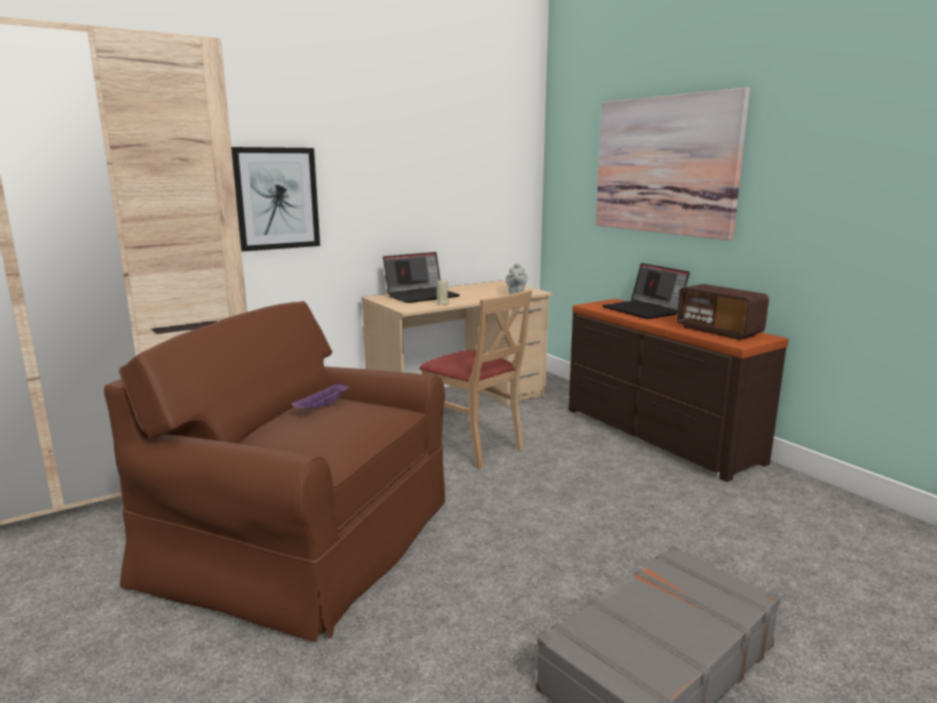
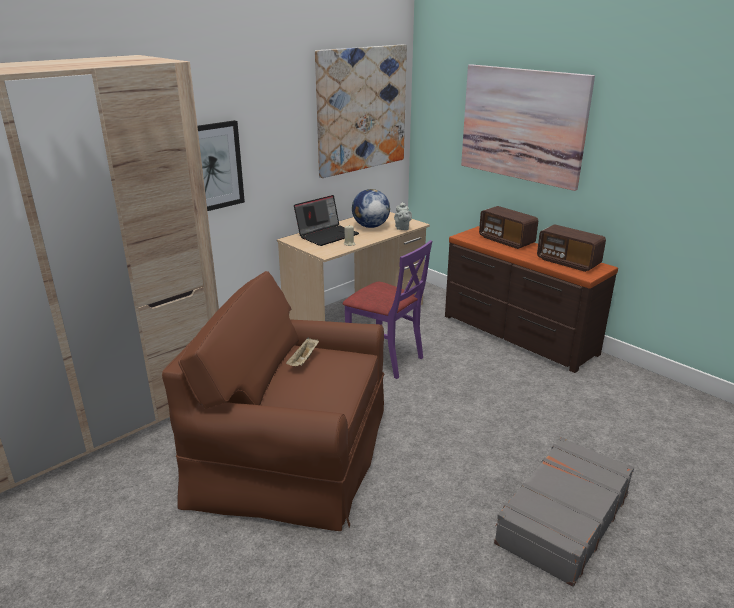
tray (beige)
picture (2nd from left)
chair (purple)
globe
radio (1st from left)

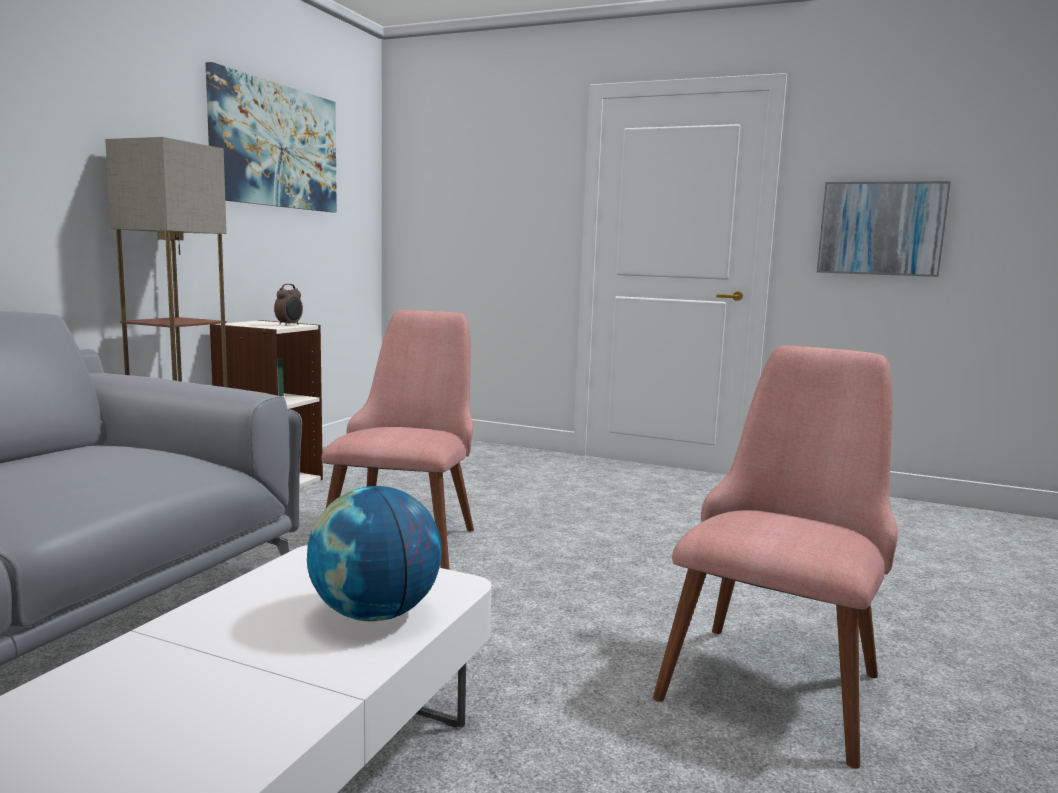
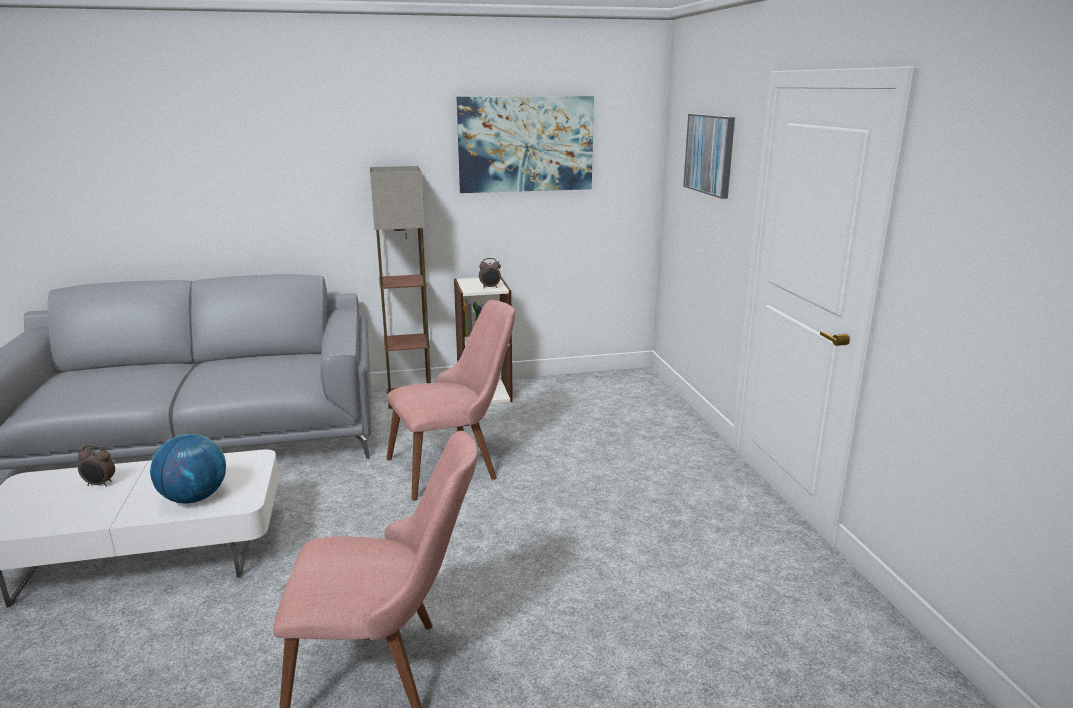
alarm clock (1st from left)
picture (2nd from left)

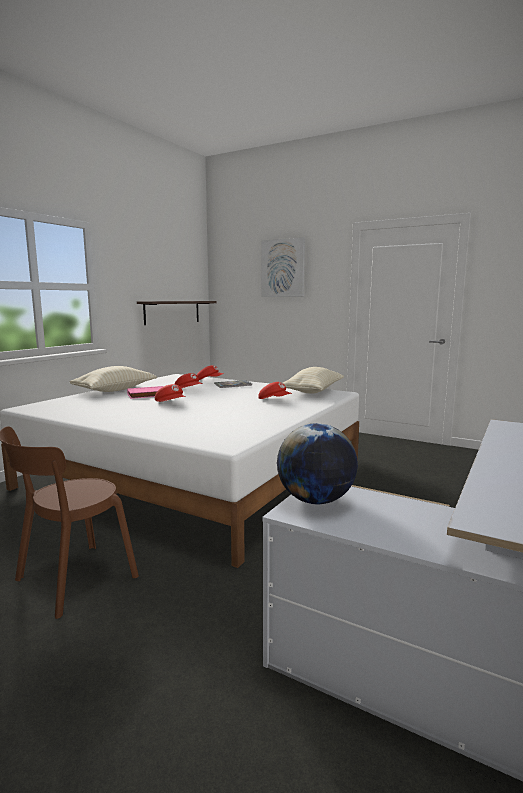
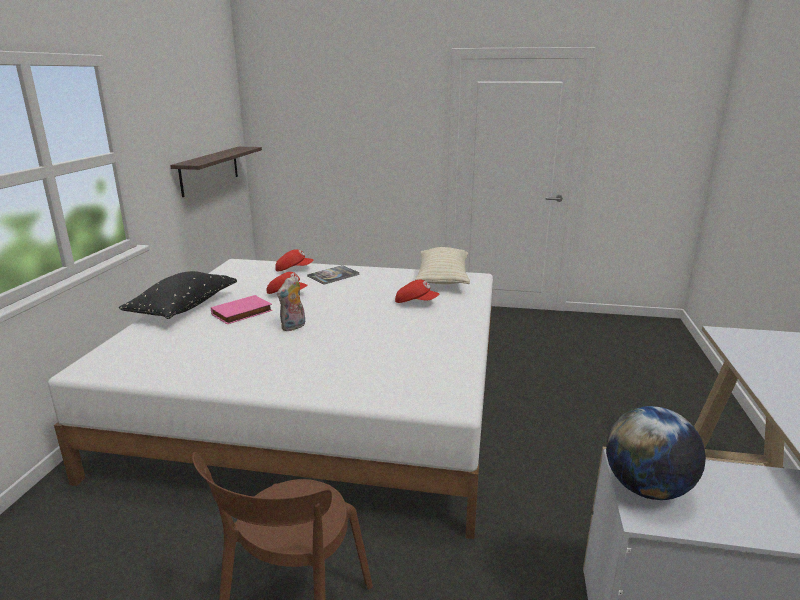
pillow (black)
plush toy
picture

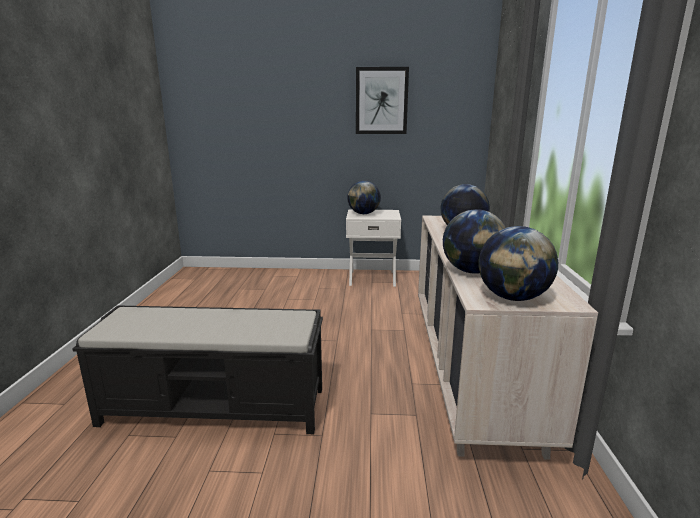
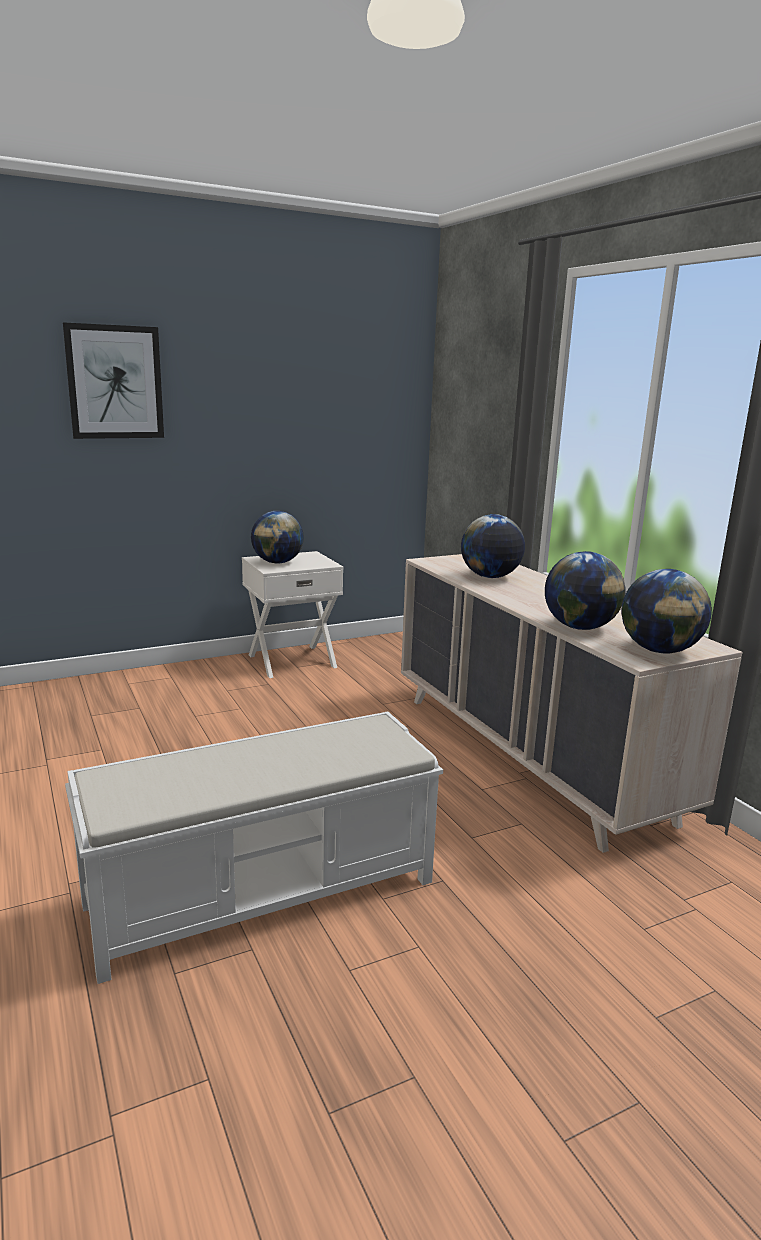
picture
bench (white)

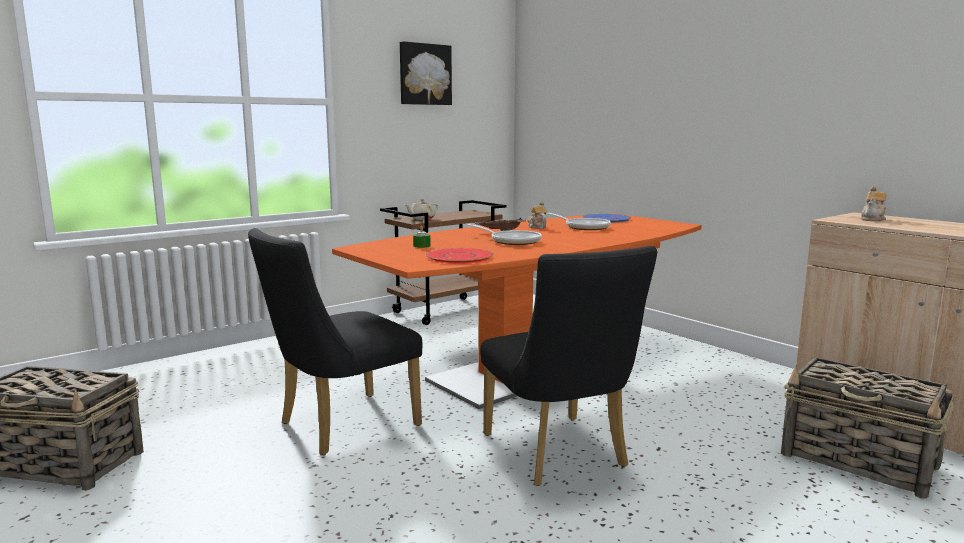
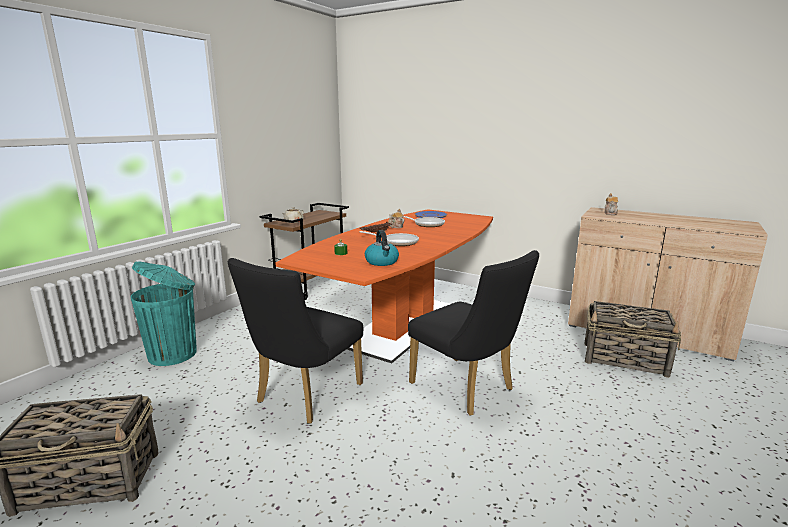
trash can (turquoise)
kettle
picture

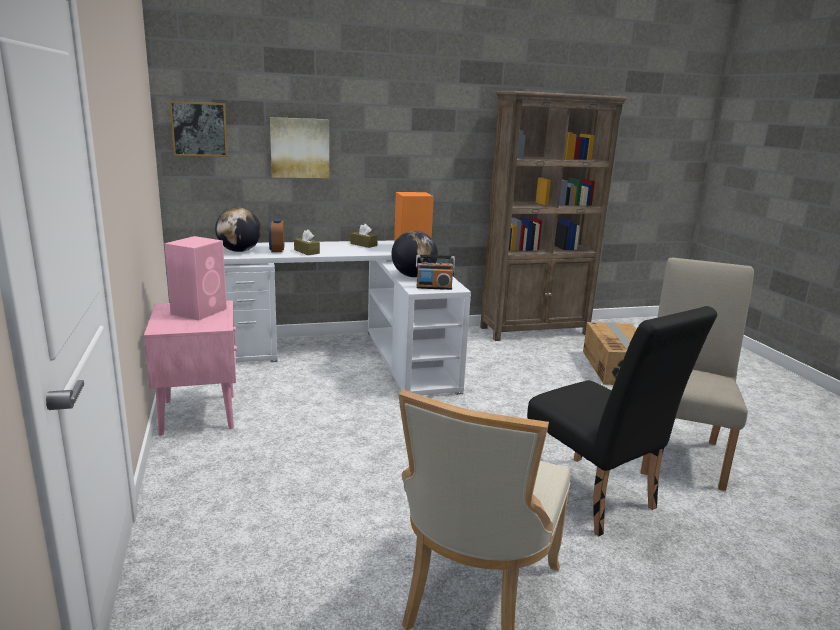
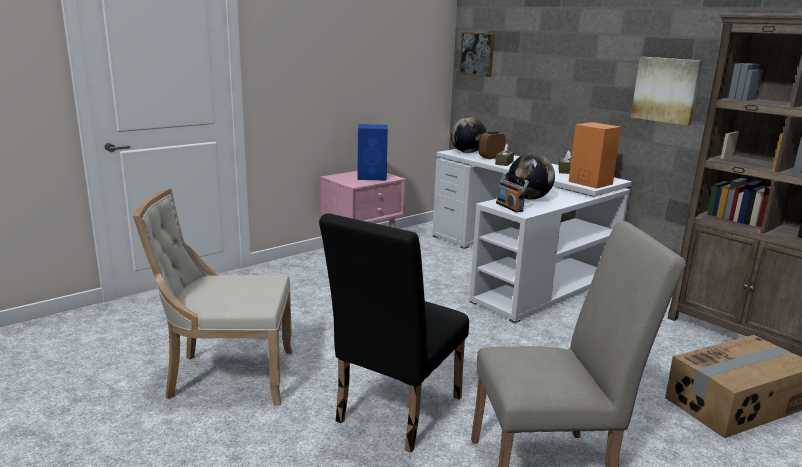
speaker (blue)
picture (2nd from left)

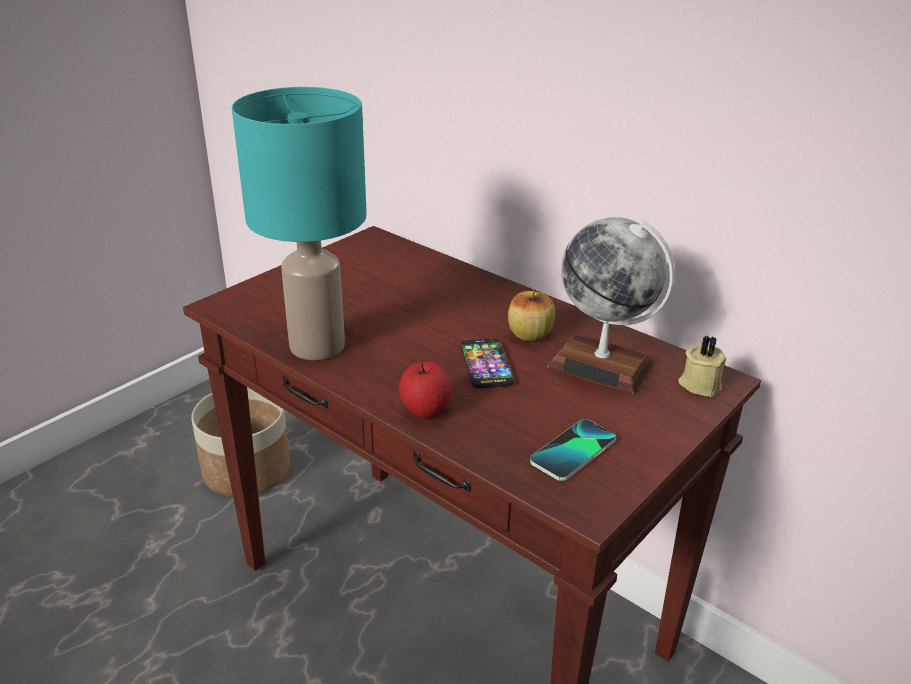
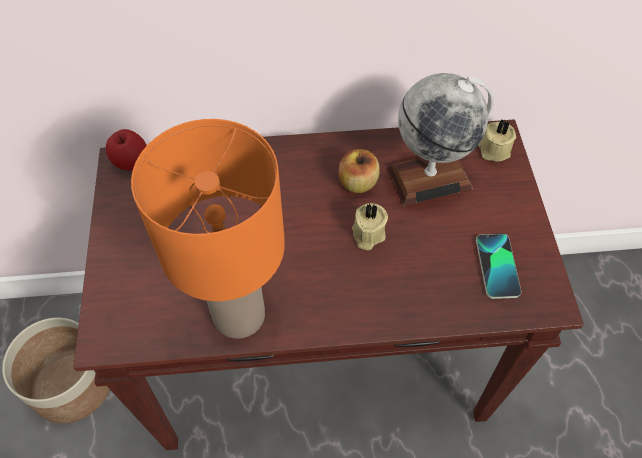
apple (1st from left)
table lamp (orange)
candle (beige) (1st from left)

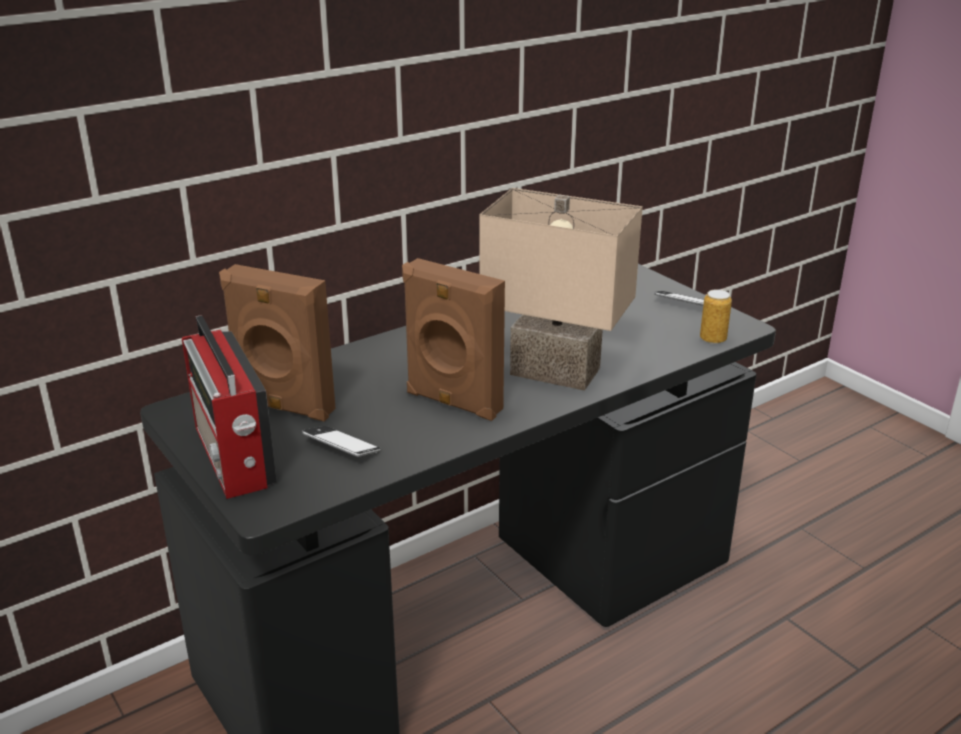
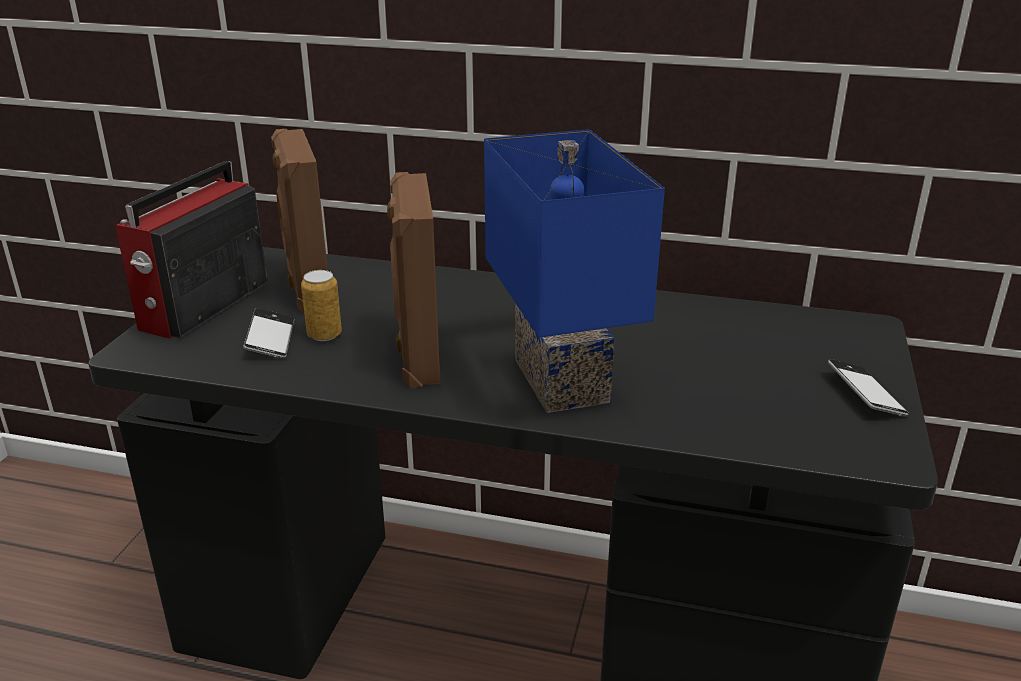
can
table lamp (blue)

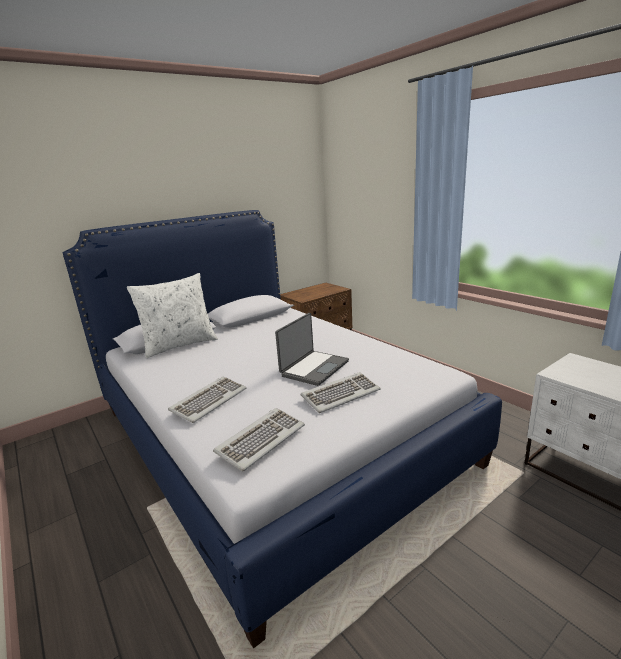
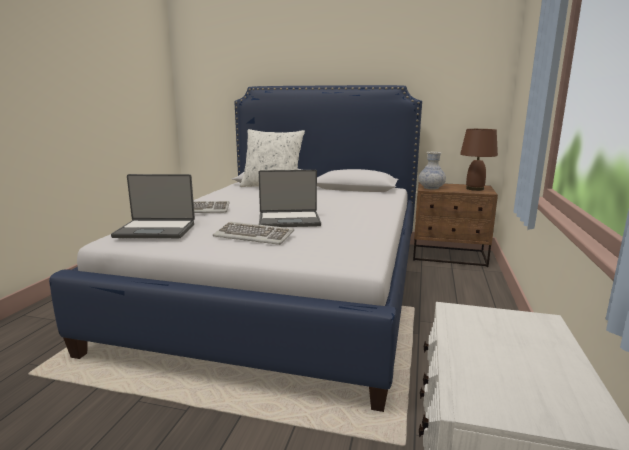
laptop (1st from left)
vase
table lamp (brown)

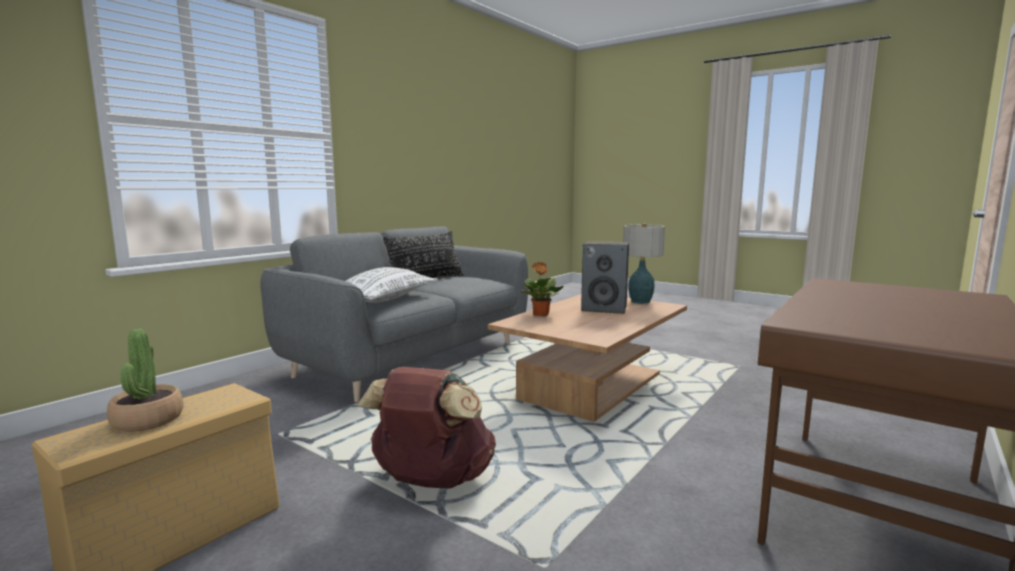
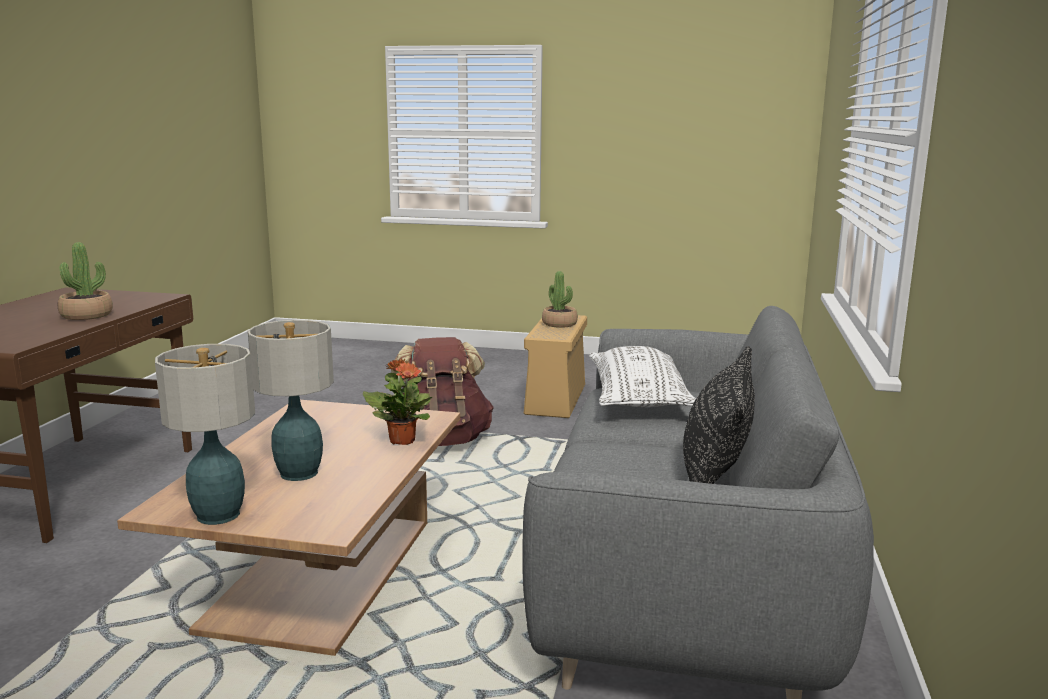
potted plant (1st from left)
table lamp (2nd from left)

